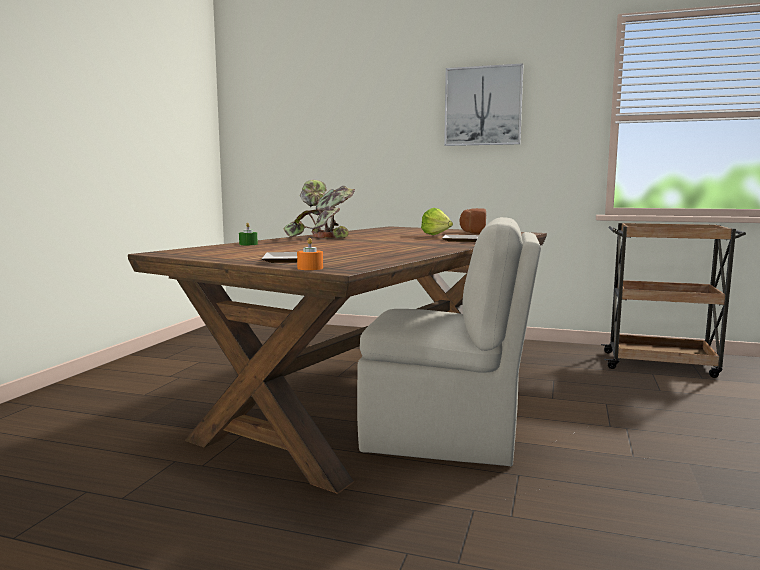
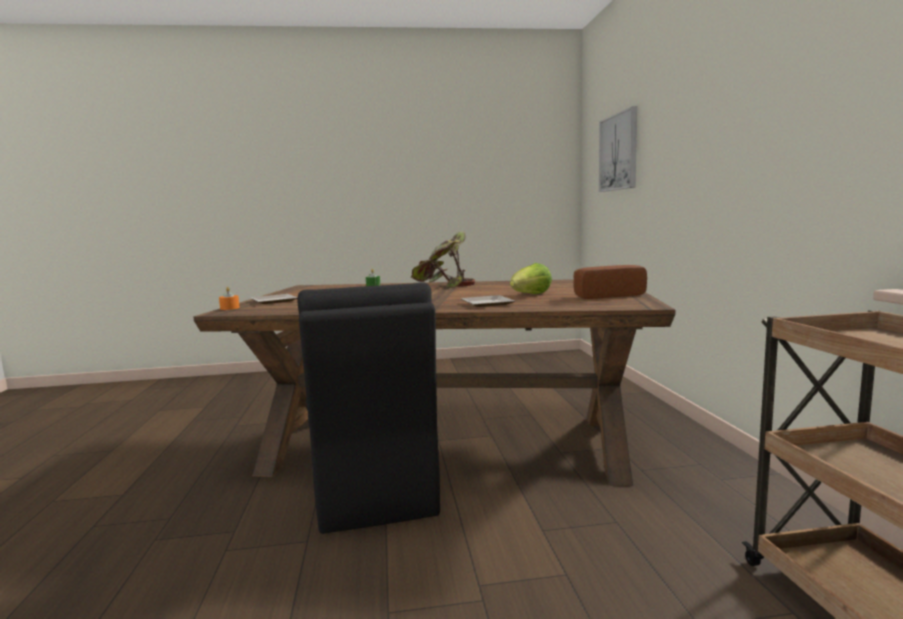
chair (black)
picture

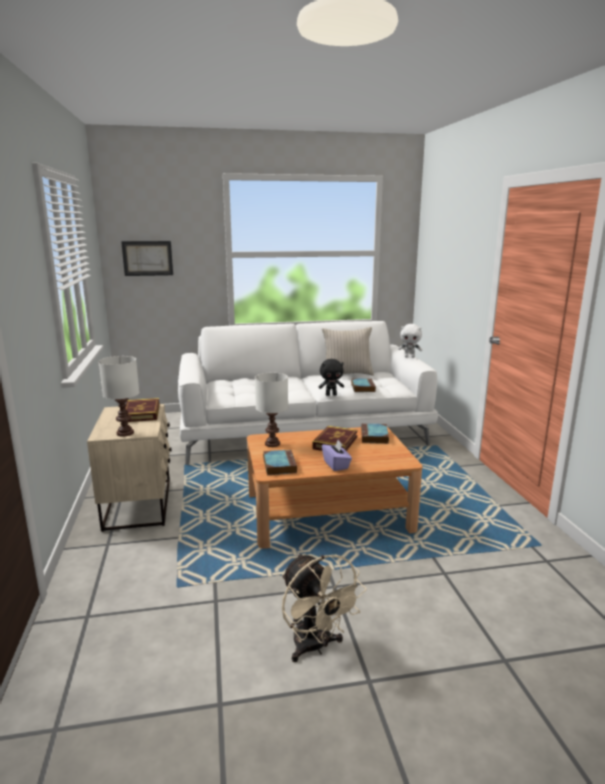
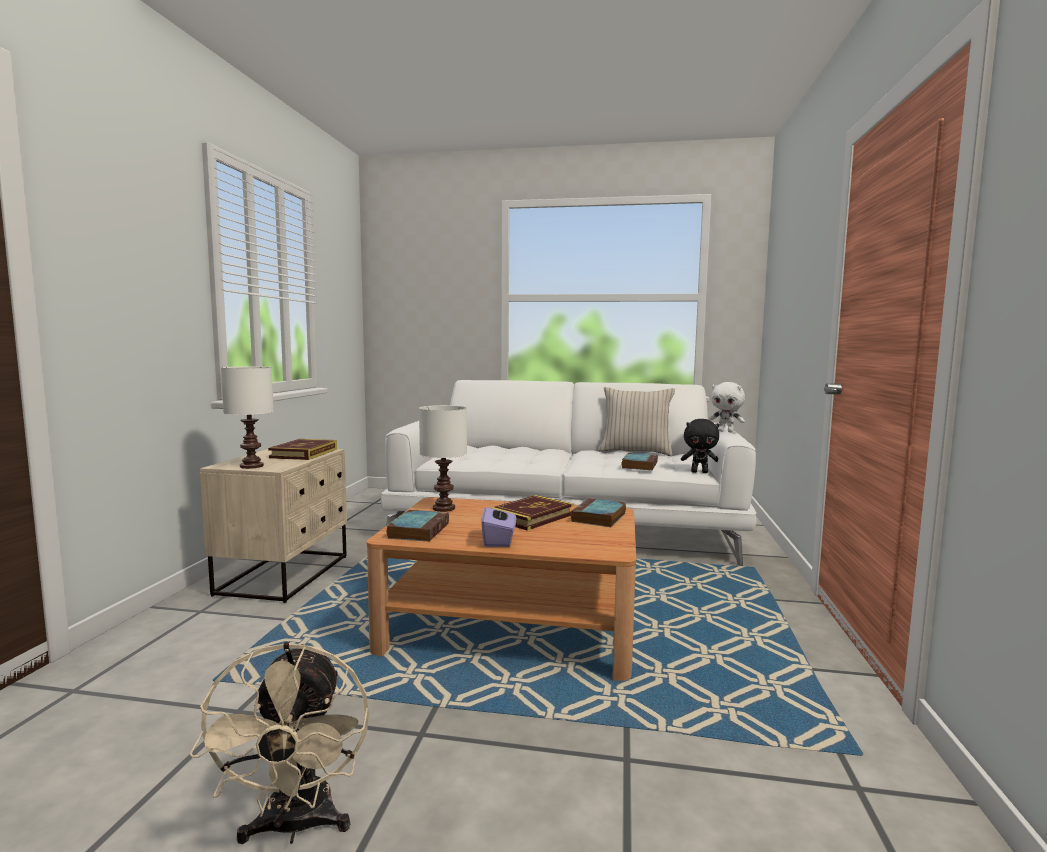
plush toy (black)
picture

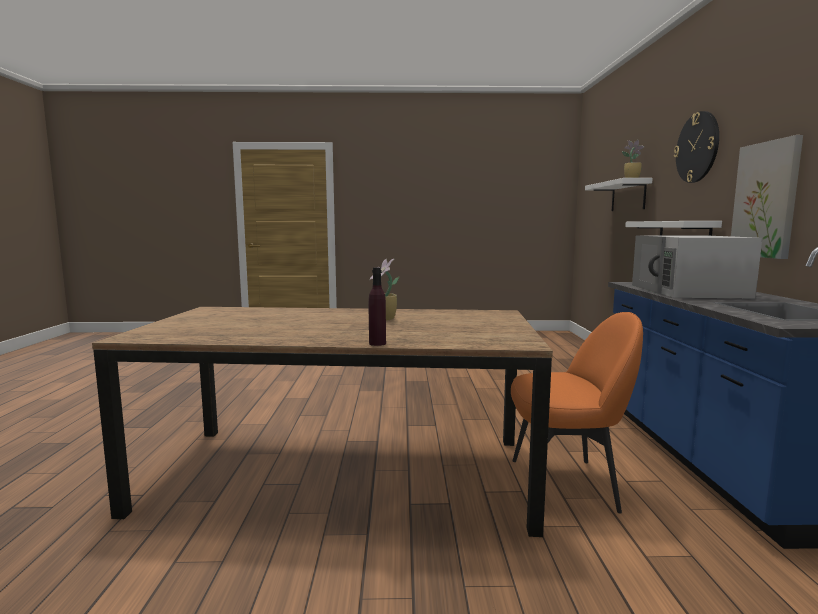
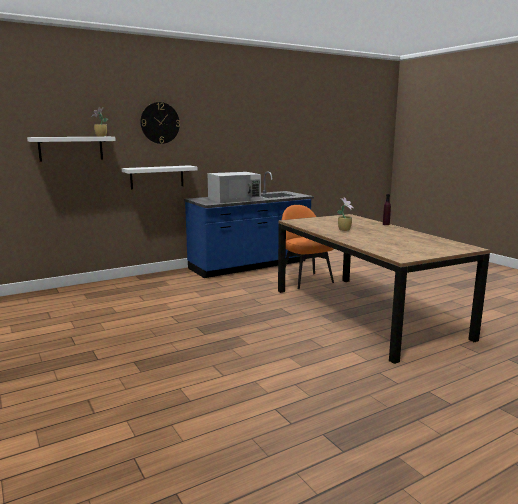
picture

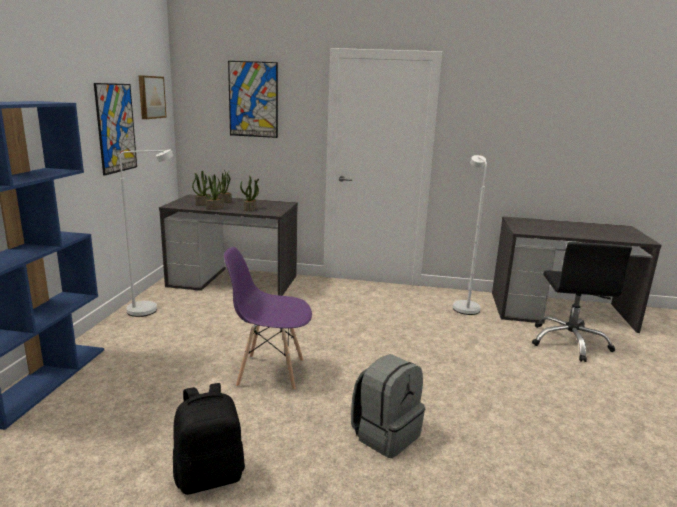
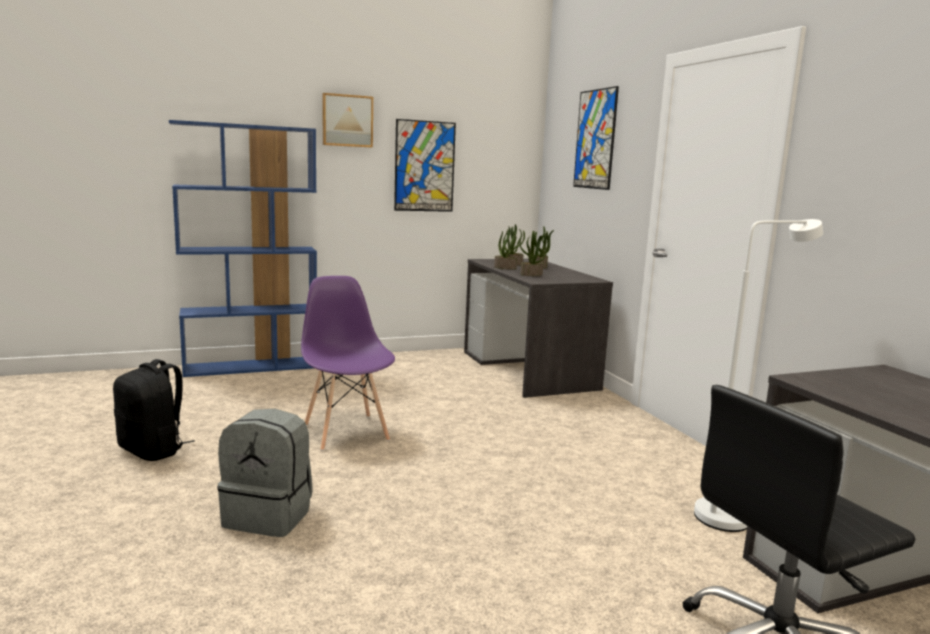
picture (1st from left)
floor lamp (white) (1st from left in the first image)

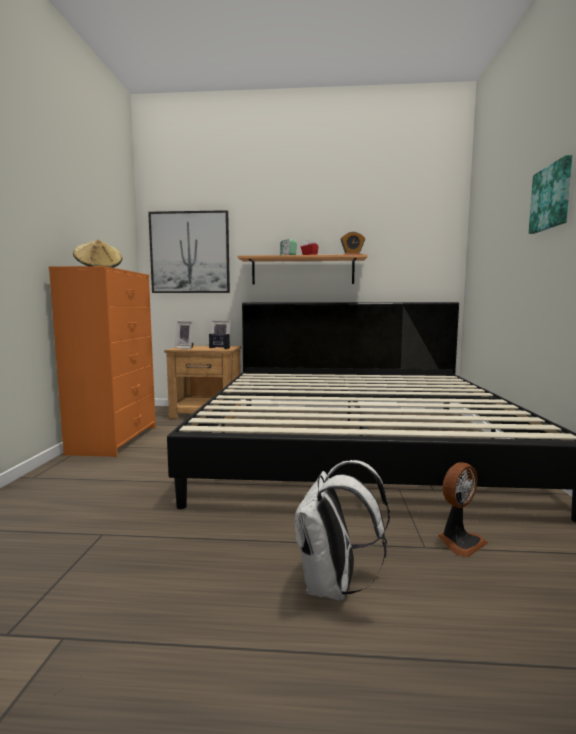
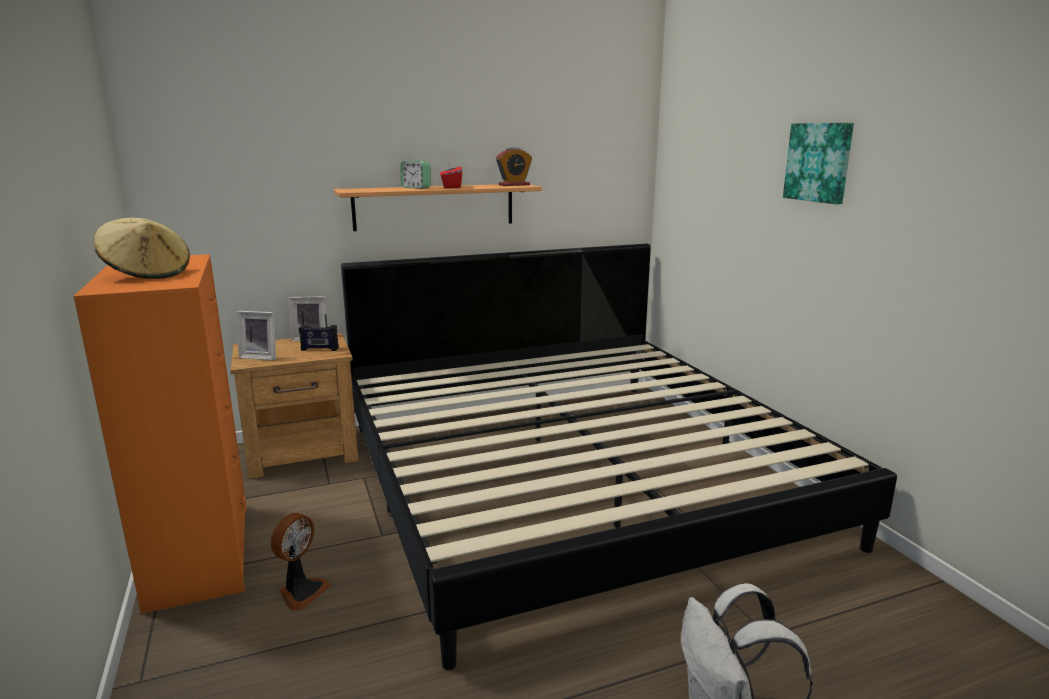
fan
picture (1st from left in the first image)

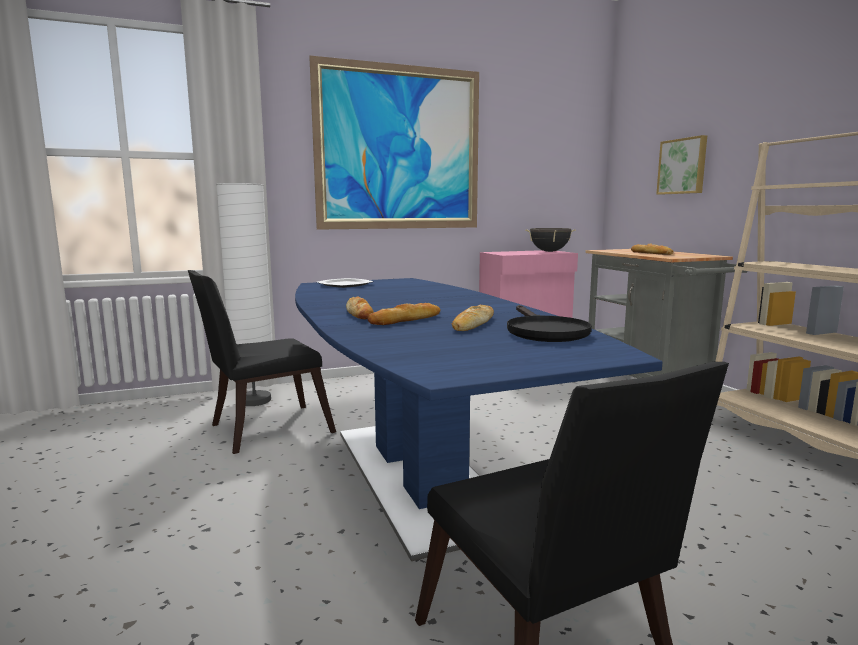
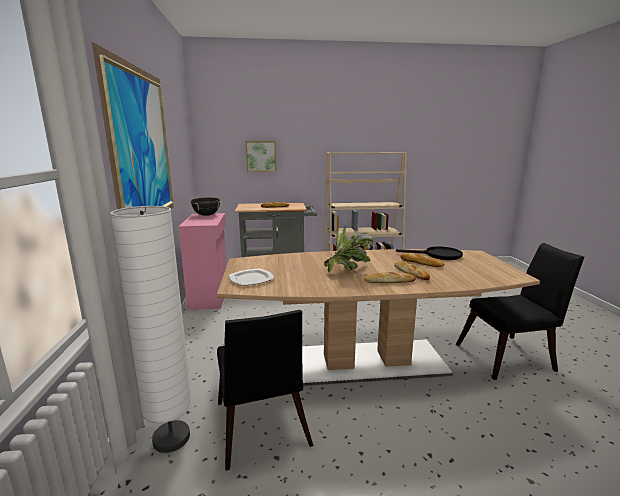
dining table (brown)
potted plant

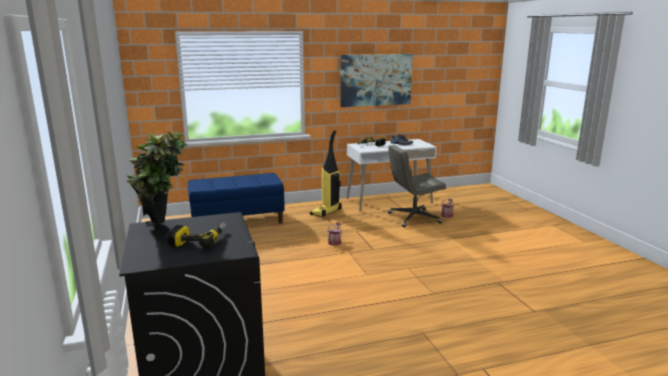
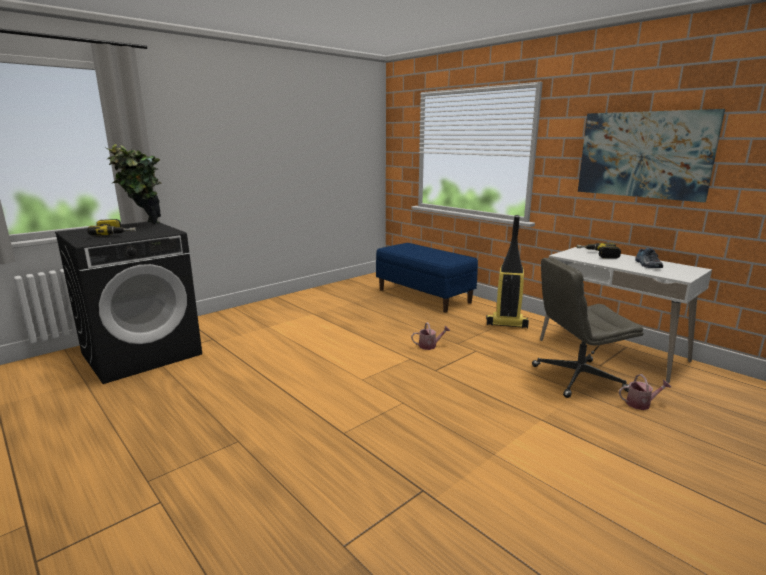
office chair (grey)

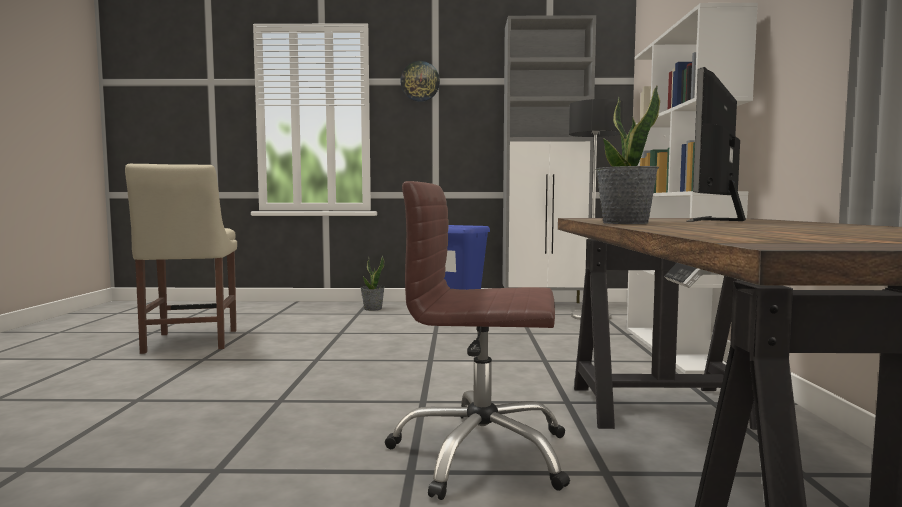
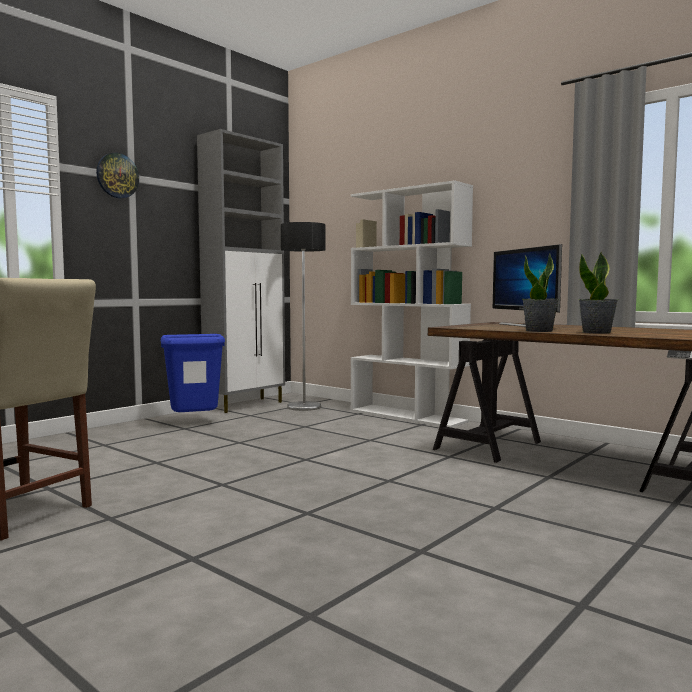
potted plant (2nd from left)
office chair (brown)

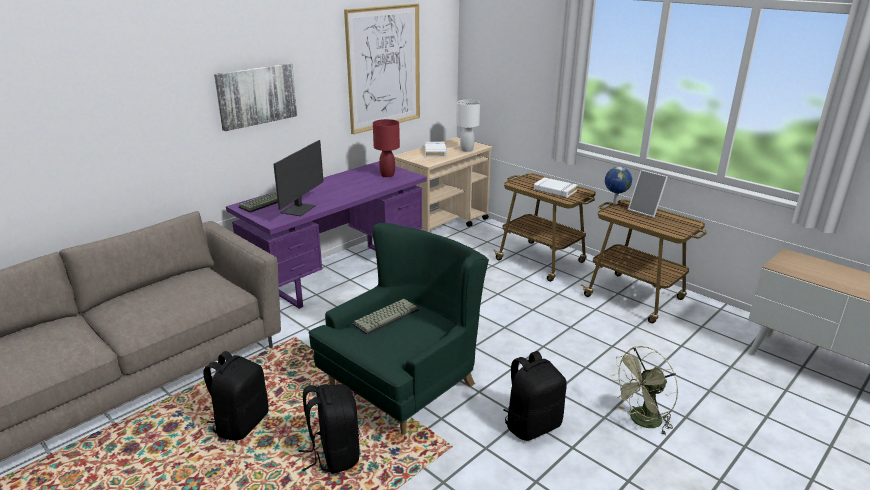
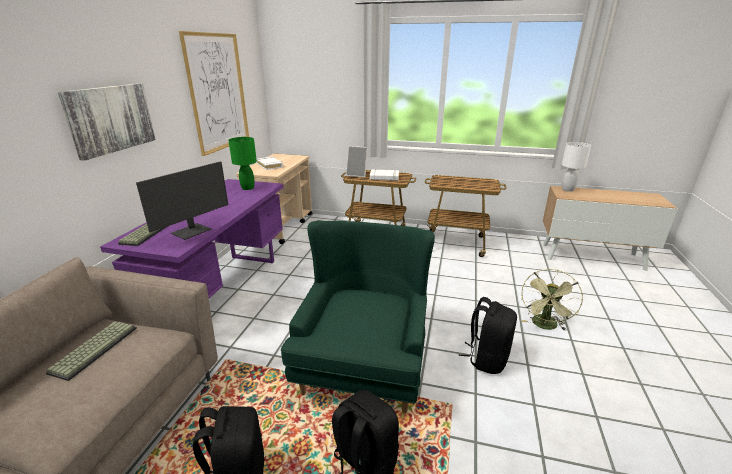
keyboard (1st from left)
monitor
table lamp (green)
picture frame
table lamp (white)
globe

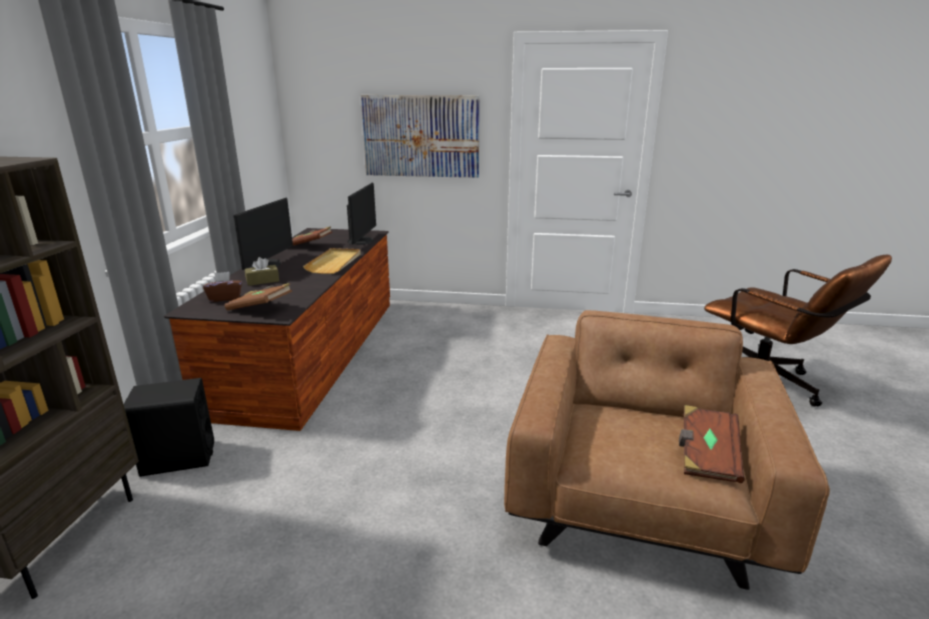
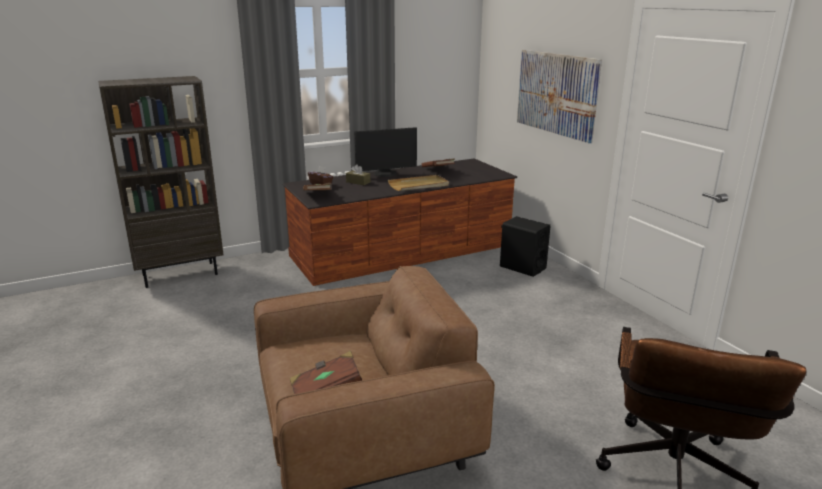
speaker (black)
monitor (2nd from left in the first image)

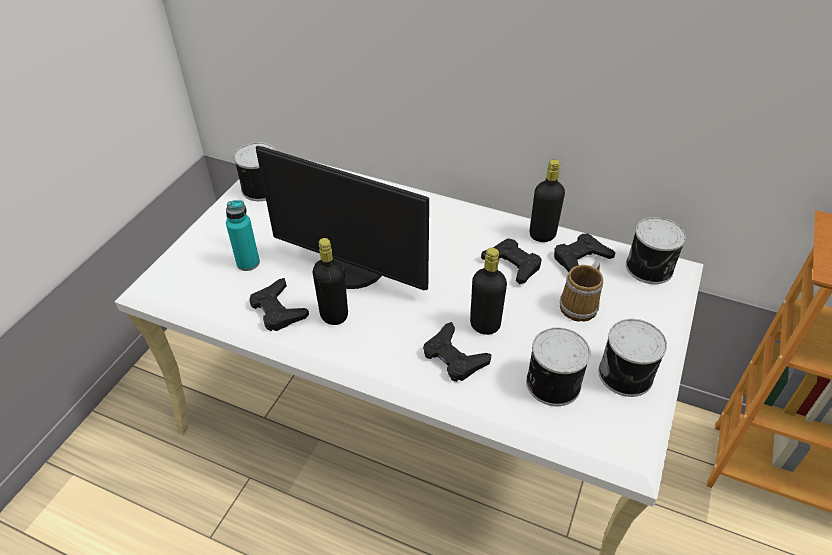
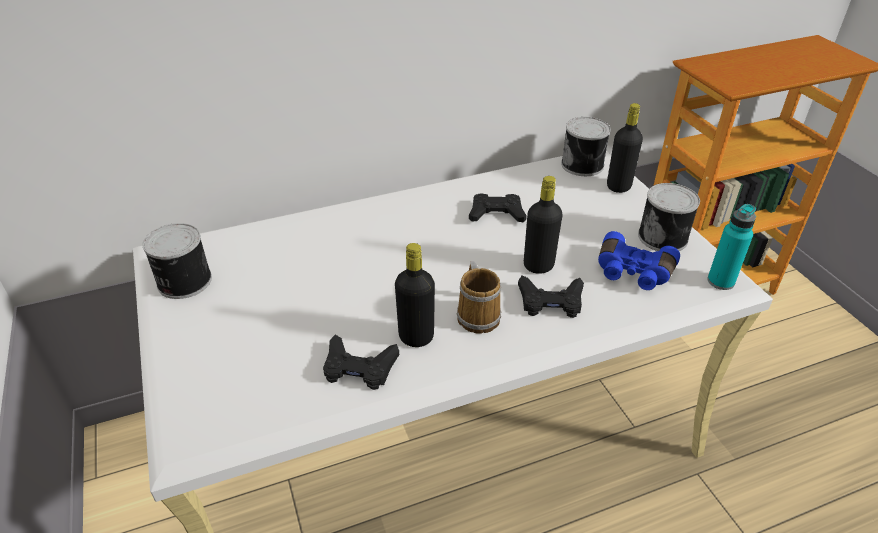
mug
binoculars (blue)
bottle (black) (3rd from left)
bottle (turquoise)
monitor
game controller (black) (4th from left in the first image)

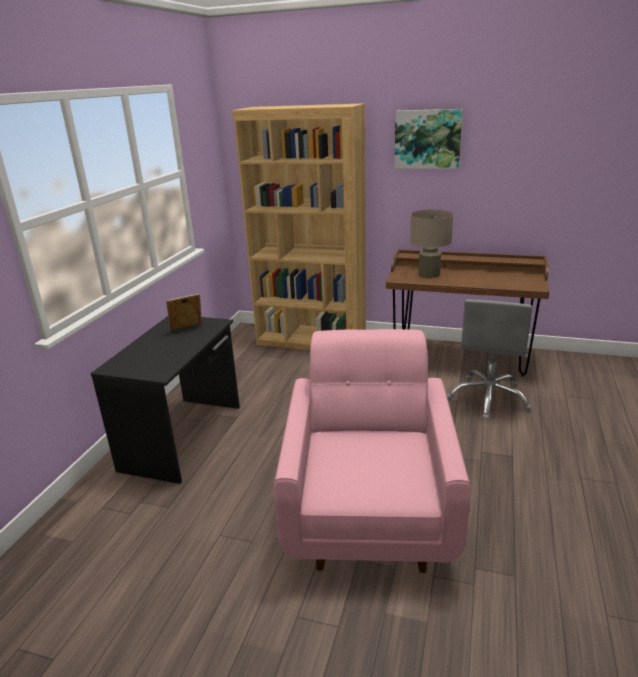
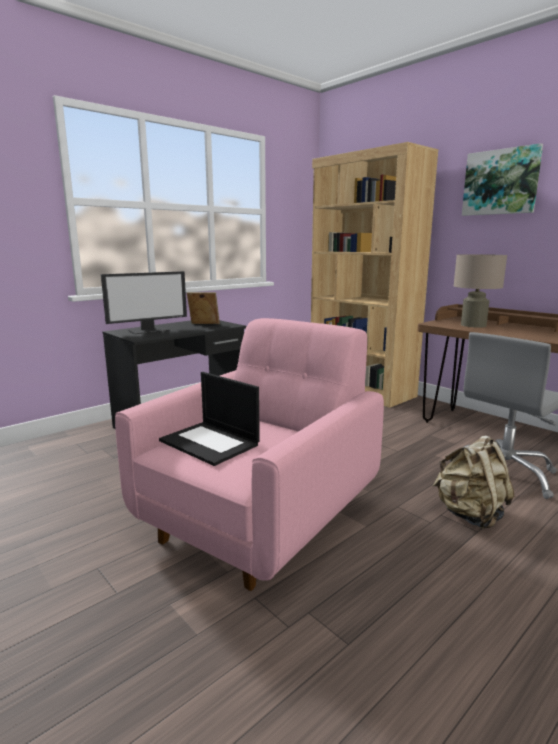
monitor
laptop
backpack (beige)

